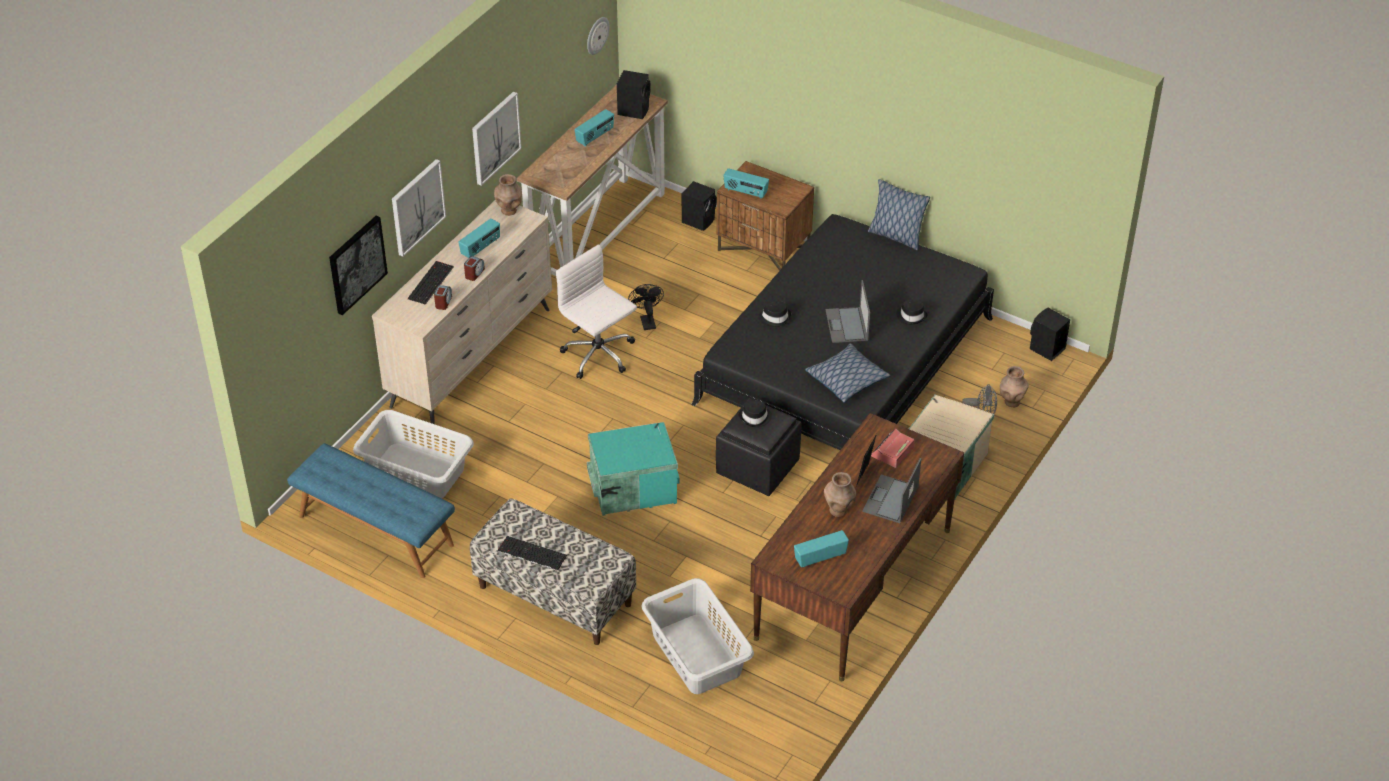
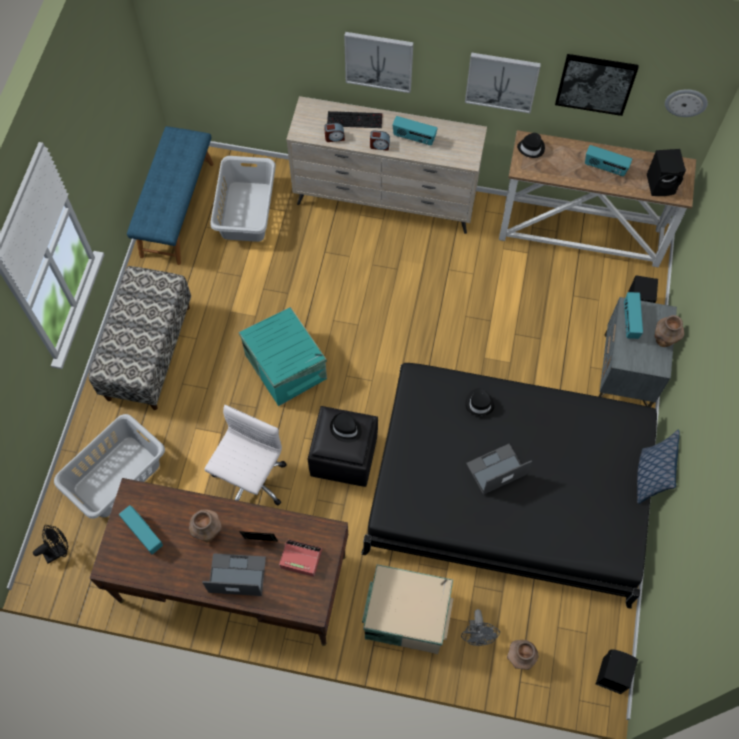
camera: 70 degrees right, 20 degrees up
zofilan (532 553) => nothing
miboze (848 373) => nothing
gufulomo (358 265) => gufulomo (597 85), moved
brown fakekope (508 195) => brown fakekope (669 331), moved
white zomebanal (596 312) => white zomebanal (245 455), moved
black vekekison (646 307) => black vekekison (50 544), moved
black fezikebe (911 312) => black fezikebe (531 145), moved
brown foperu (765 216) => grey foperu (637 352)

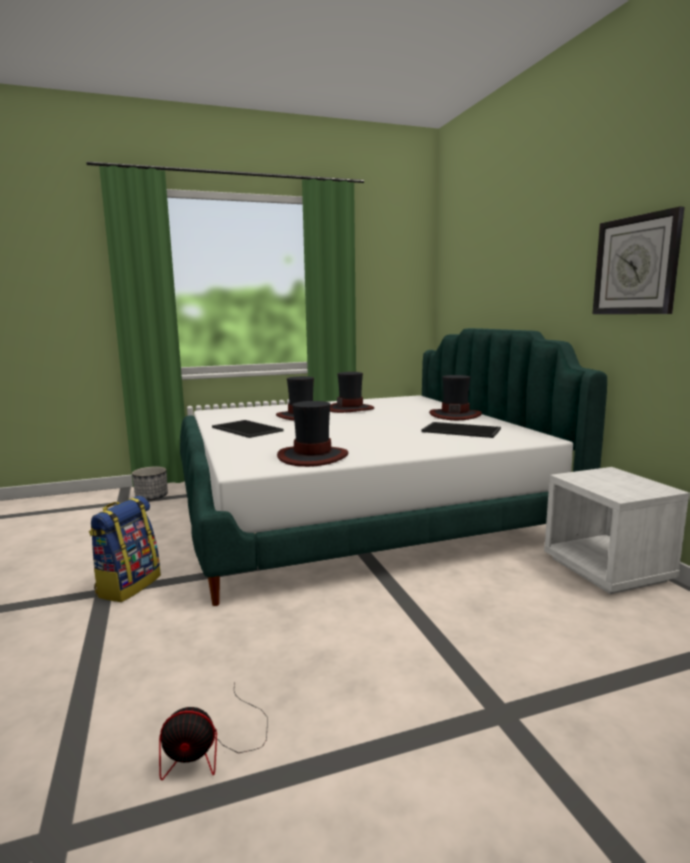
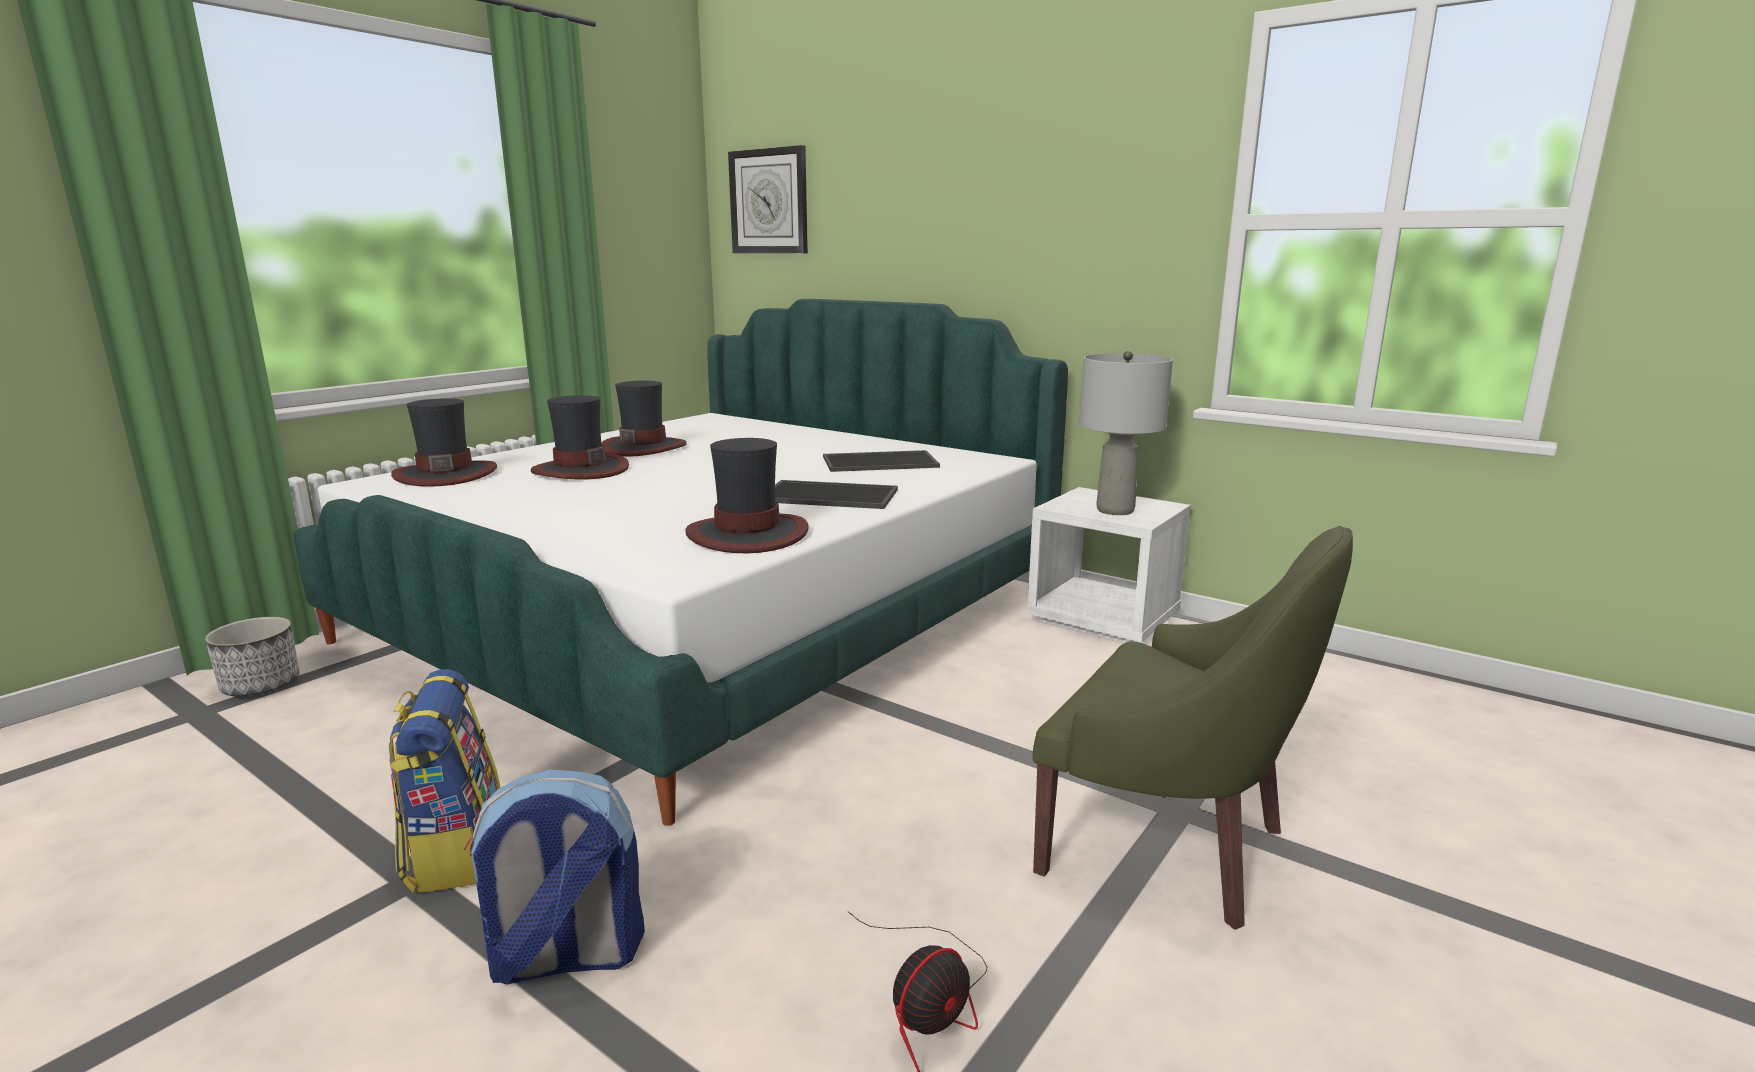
camera: 35 degrees left, 5 degrees up
nothing => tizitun (554 877)
nothing => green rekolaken (1193 728)
nothing => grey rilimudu (1126 433)
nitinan (248 429) => nitinan (836 494), moved
fezikebe (455 397) => fezikebe (444 442), moved
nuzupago (638 260) => nuzupago (768 199), moved

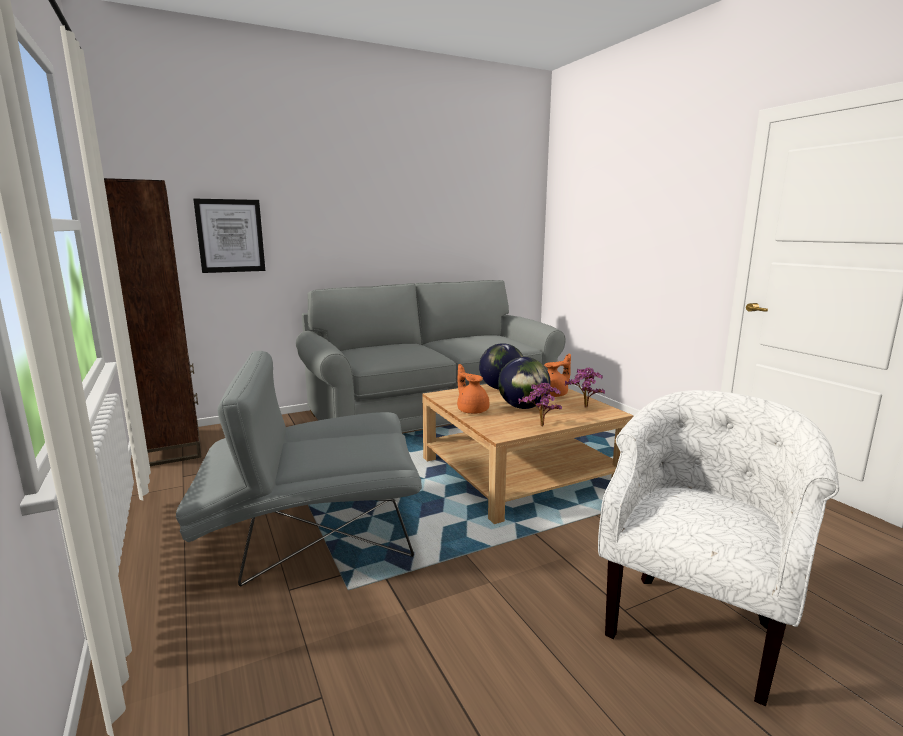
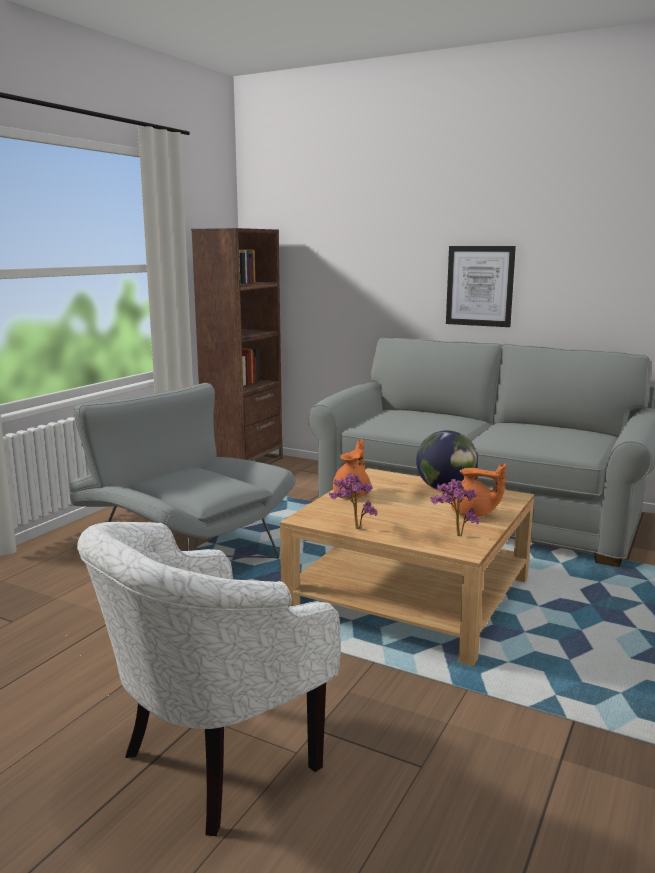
camera: 55 degrees right, 0 degrees up
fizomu (524 383) => nothing
gufulomo (229 236) => gufulomo (481 286), moved
white rekolaken (718 548) => white rekolaken (209 679), 135 degrees clockwise

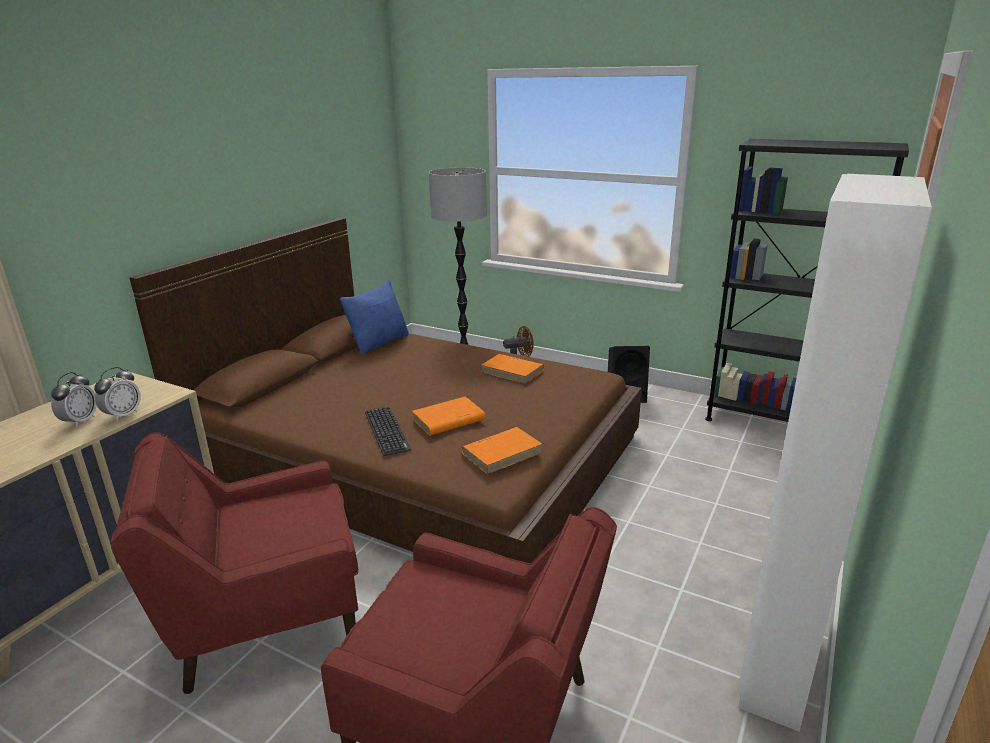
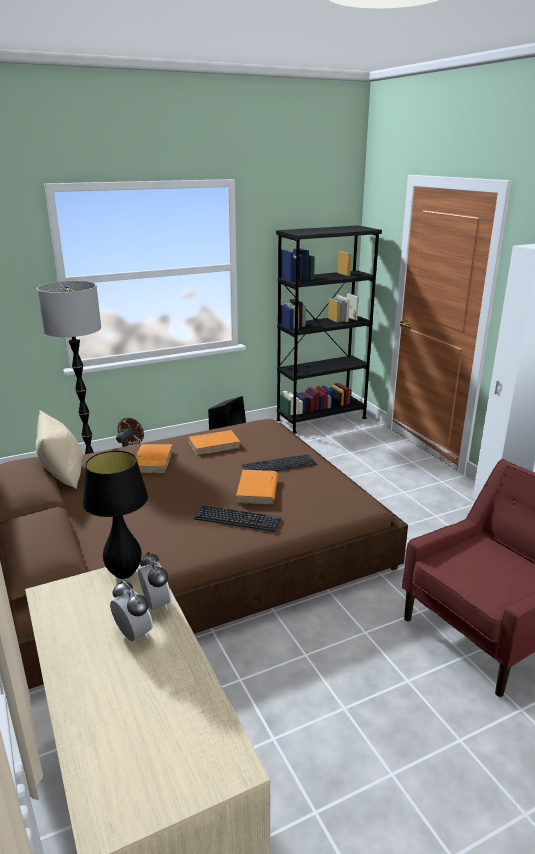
camera: 55 degrees left, 0 degrees up
red rekolaken (234 563) => nothing
nothing => black rilimudu (115 515)
nothing => zofilan (279 462)
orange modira (501 451) => orange modira (154 458), moved
blue miboze (374 317) => beige miboze (59 450)

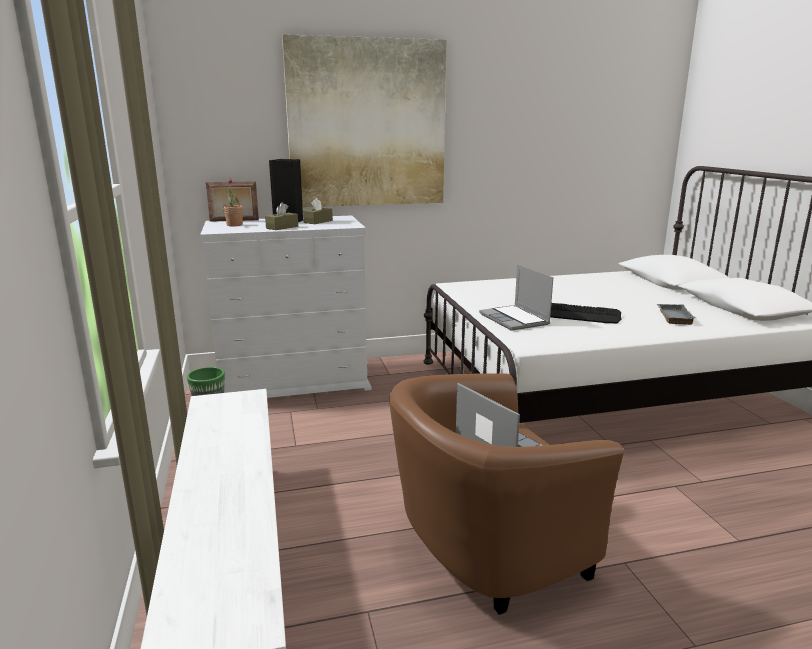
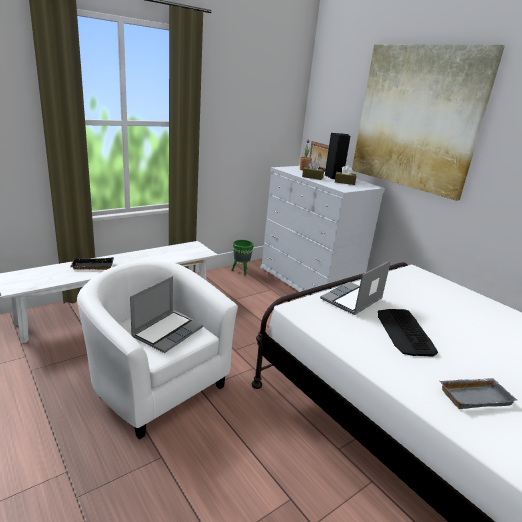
camera: 65 degrees right, 5 degrees up
nothing => black nitinan (92 263)
brown rekolaken (506 494) => white rekolaken (157 350)

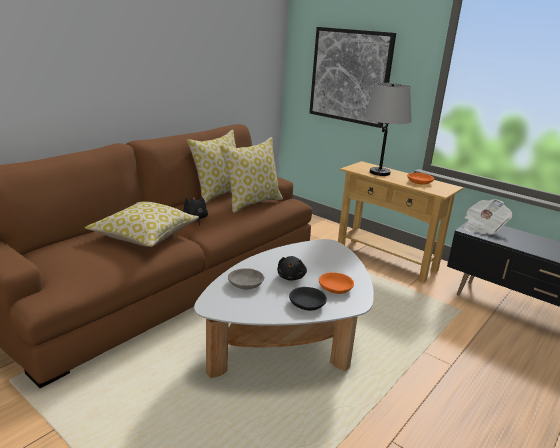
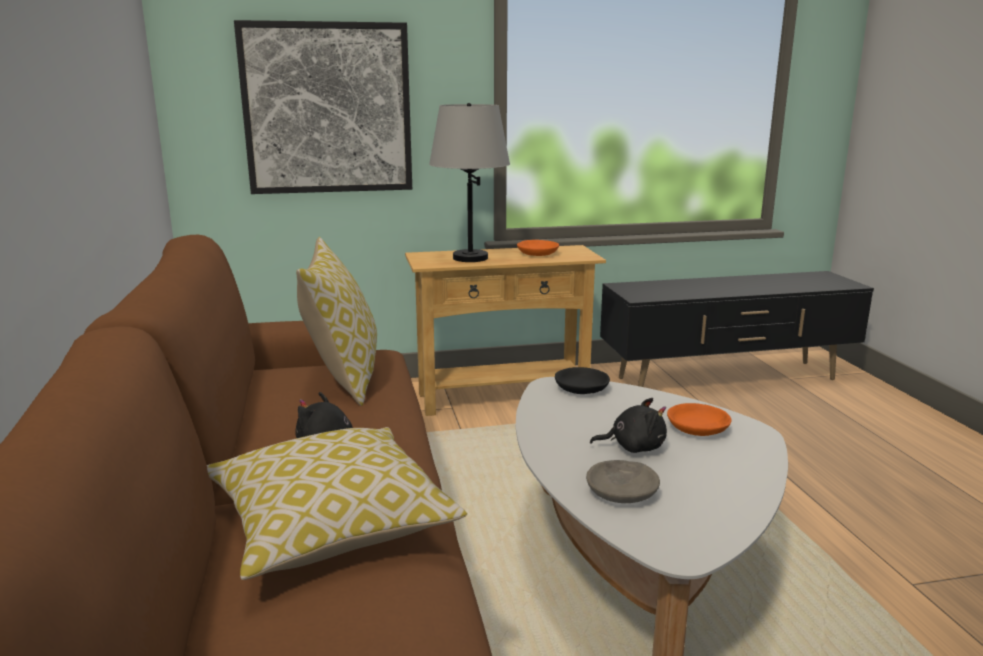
camera: 50 degrees left, 5 degrees down
miboze (211 166) => nothing
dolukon (488 217) => nothing
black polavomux (308 299) => black polavomux (582 380), moved
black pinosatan (292 268) => black pinosatan (628 425), 45 degrees counterclockwise

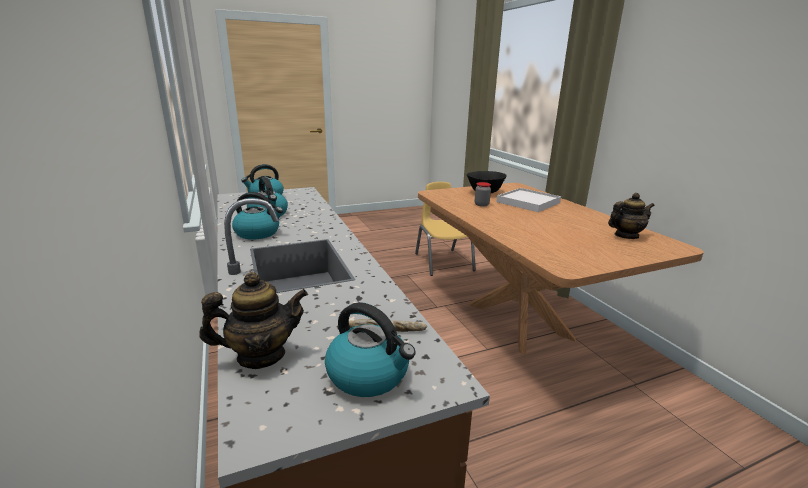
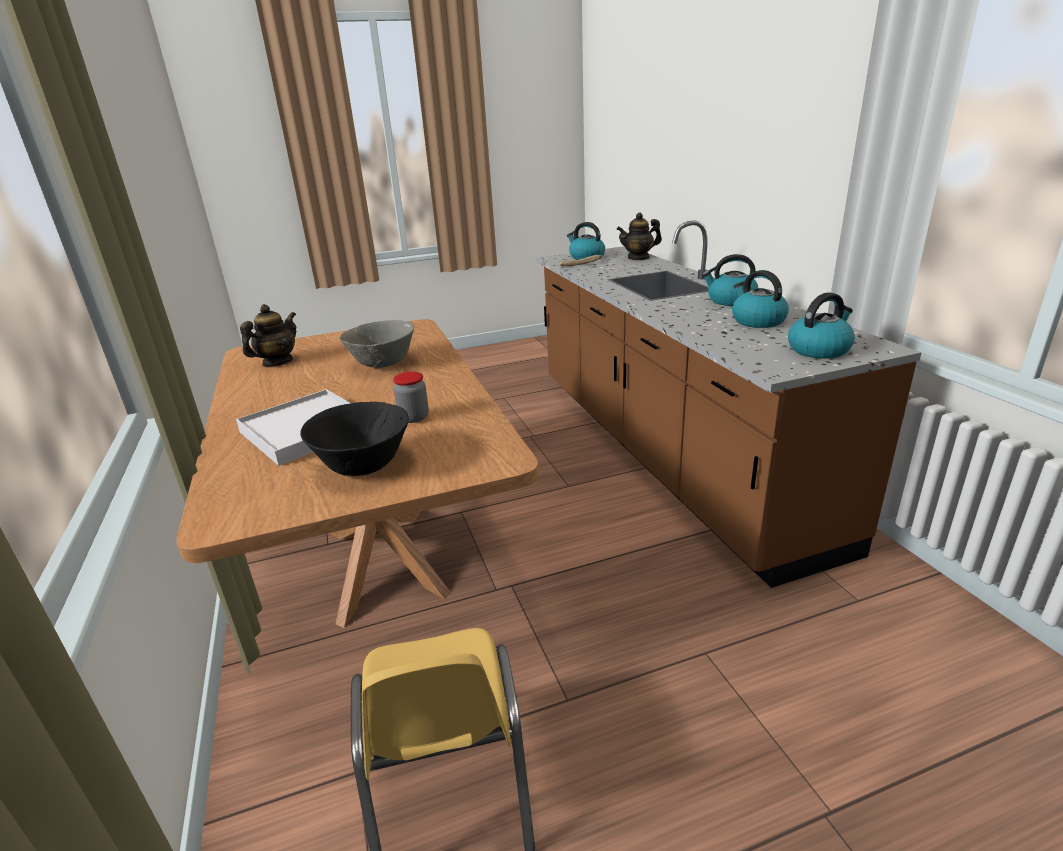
camera: 175 degrees left, 5 degrees up
nothing => grey polavomux (377 344)
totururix (631 216) => totururix (268 335), 135 degrees clockwise

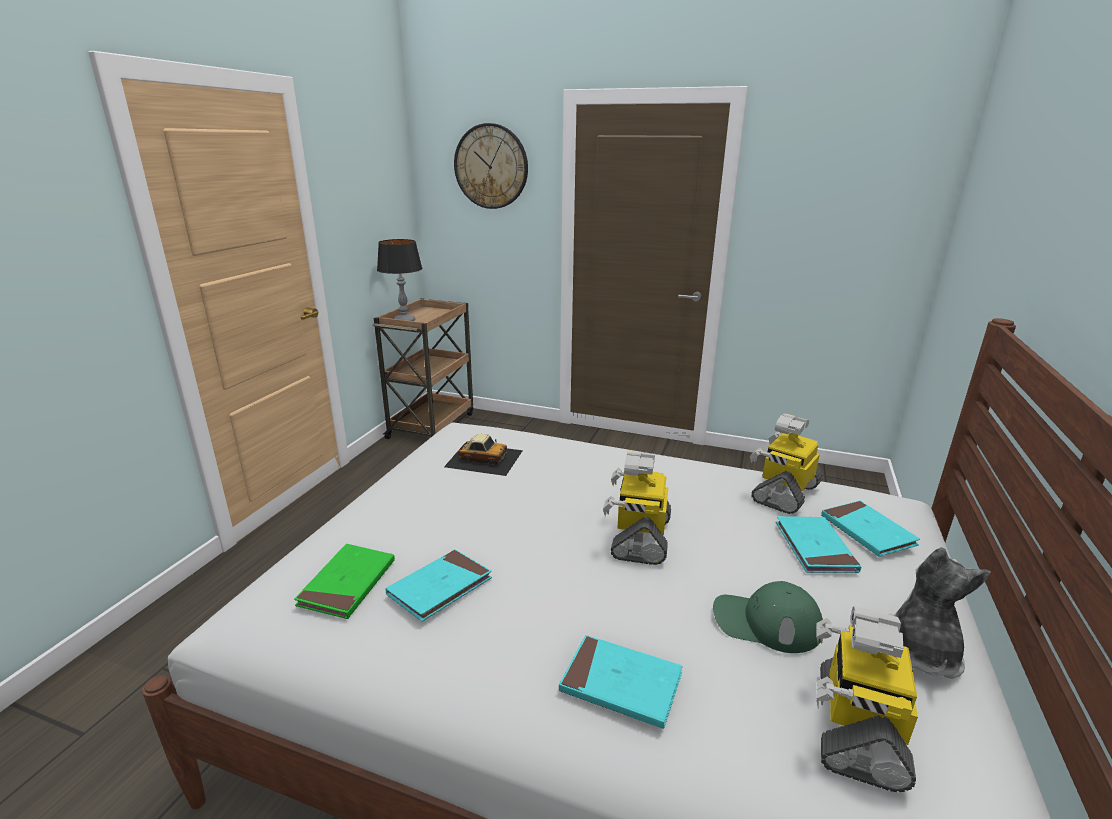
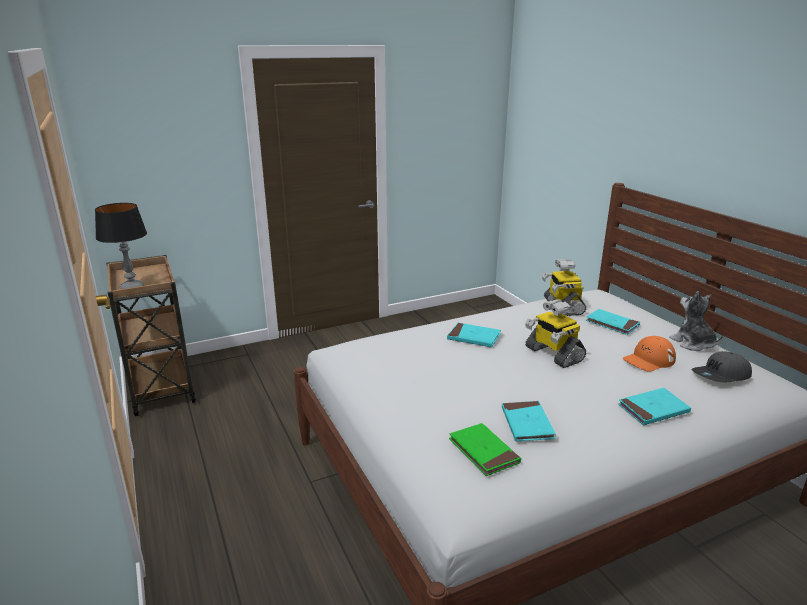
camera: 45 degrees left, 0 degrees up
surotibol (483 455) => nothing
nuzupago (491 166) => nothing
turquoise modira (870 529) => turquoise modira (474 335), moved
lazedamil (867 699) => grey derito (722 366)
green derito (768 617) => orange derito (649 354)

